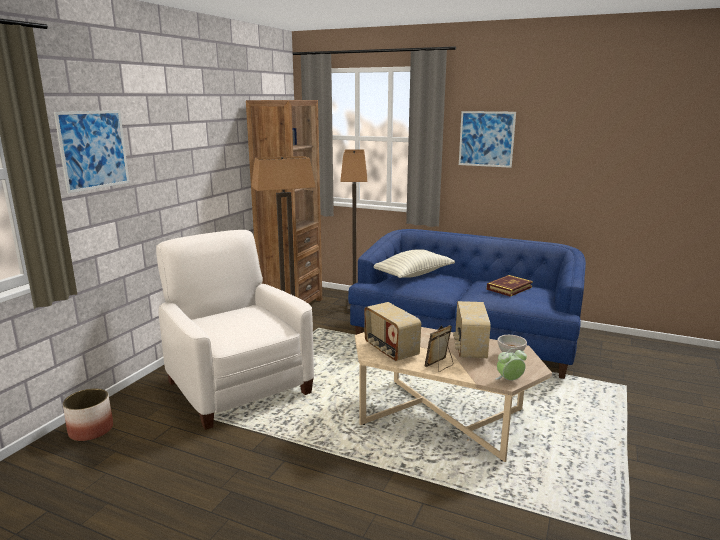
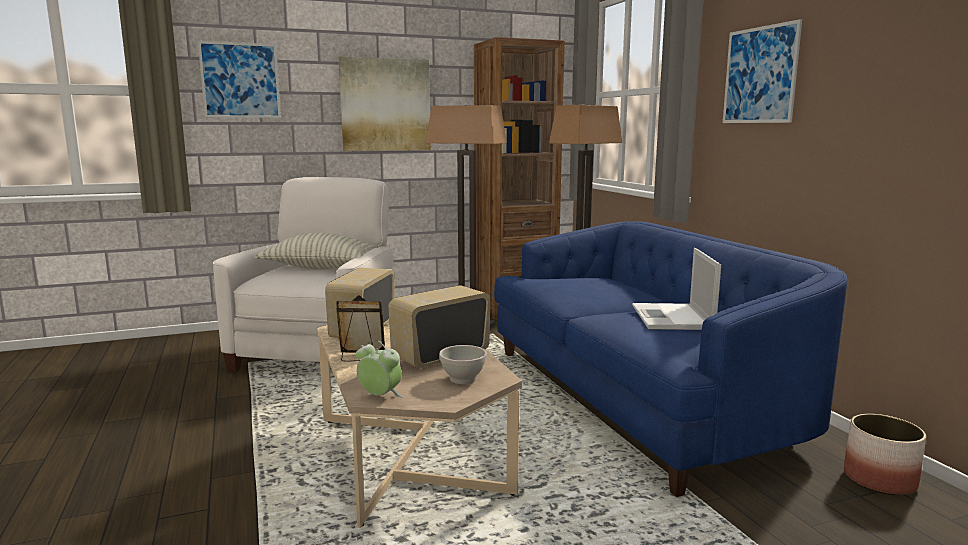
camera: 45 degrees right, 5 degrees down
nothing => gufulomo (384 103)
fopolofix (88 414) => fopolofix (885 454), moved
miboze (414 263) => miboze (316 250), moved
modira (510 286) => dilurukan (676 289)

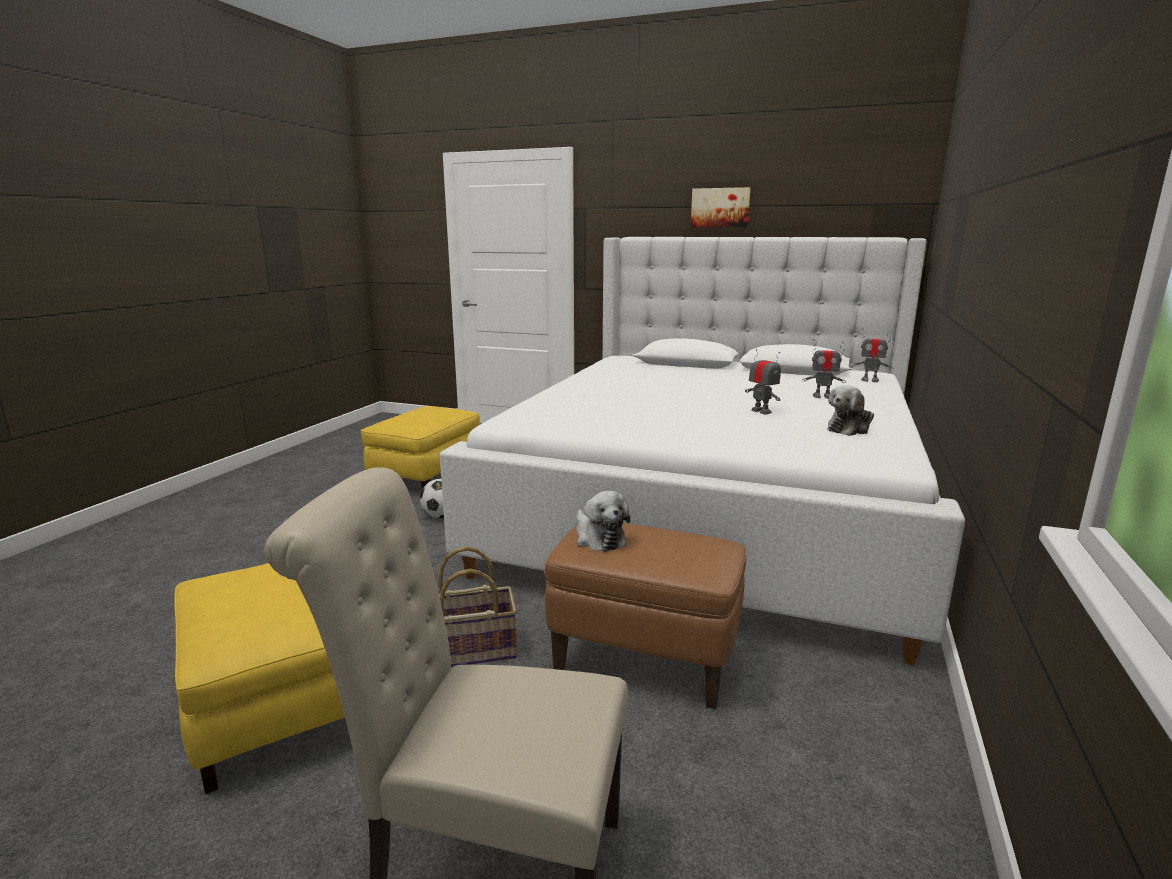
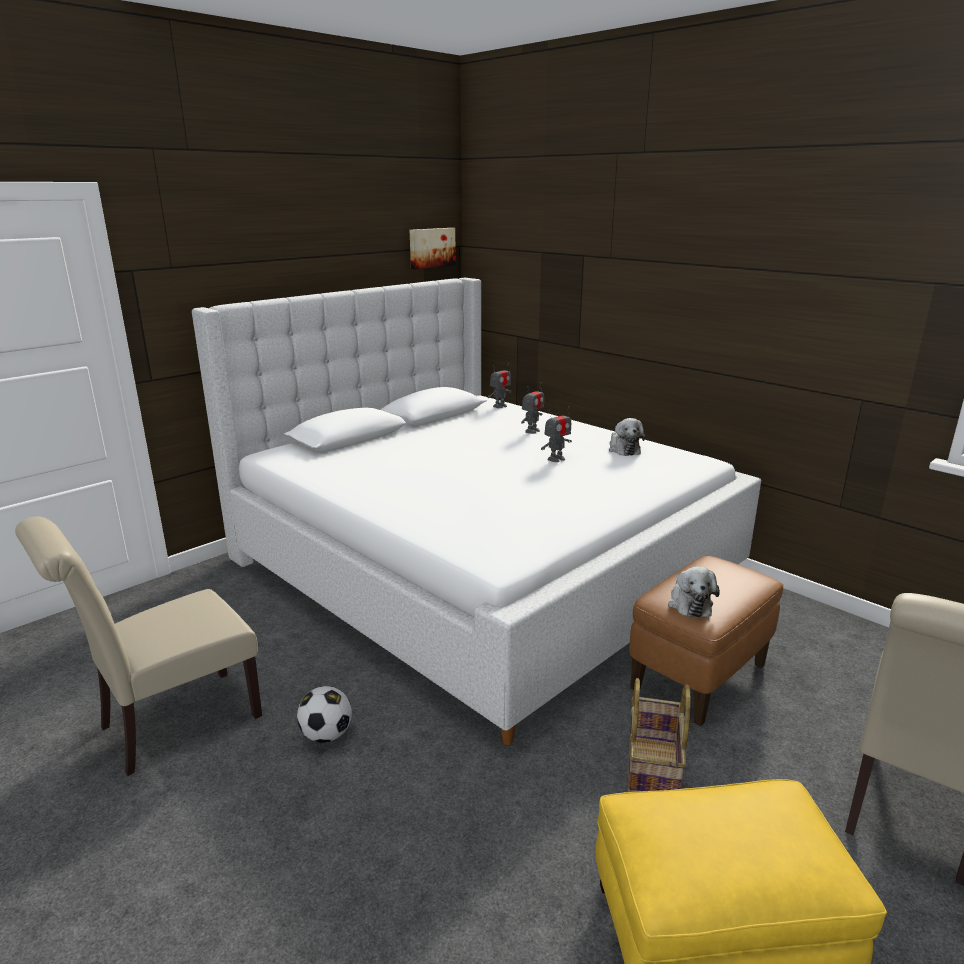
camera: 65 degrees left, 5 degrees up
gufulomo (720 207) => gufulomo (433 248), moved
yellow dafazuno (420 447) => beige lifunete (138 646)
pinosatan (603 521) => pinosatan (694 591), 90 degrees clockwise
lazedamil (763 382) => lazedamil (556 434), 150 degrees clockwise

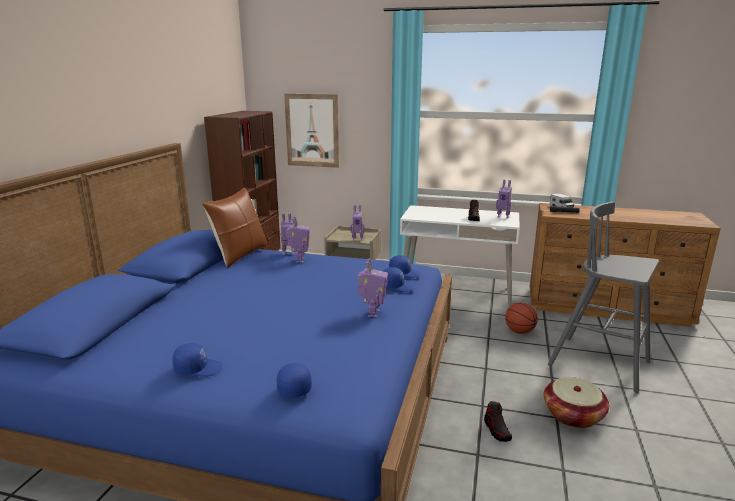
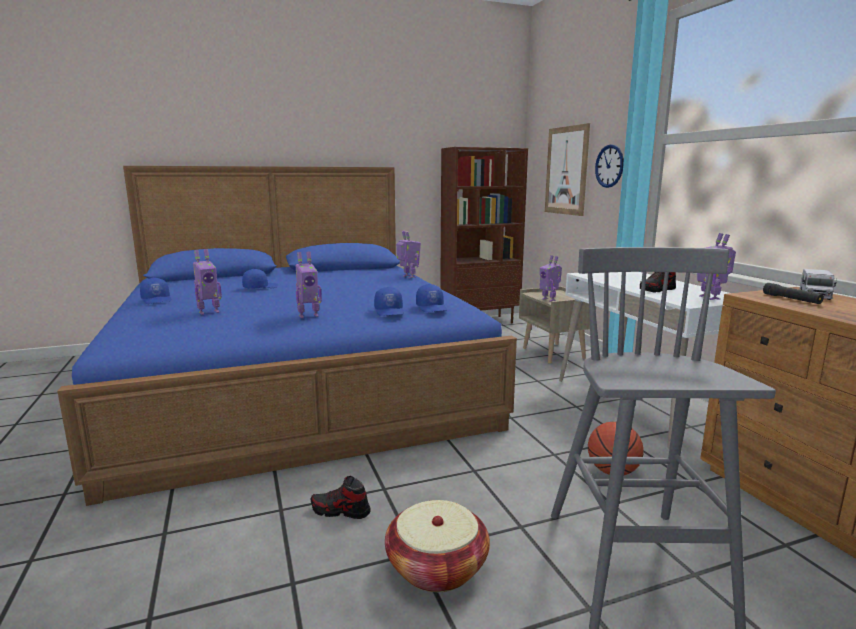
camera: 55 degrees right, 5 degrees down
brown miboze (234 227) => nothing
nothing => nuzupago (609 166)
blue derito (294 380) => blue derito (260 278), moved
lazedamil (298 239) => lazedamil (207 282), moved
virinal (498 421) => virinal (340 497), 60 degrees clockwise

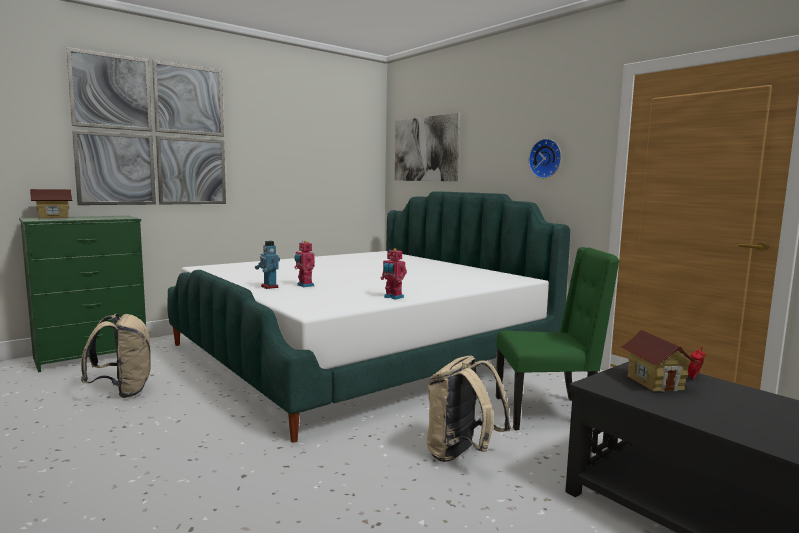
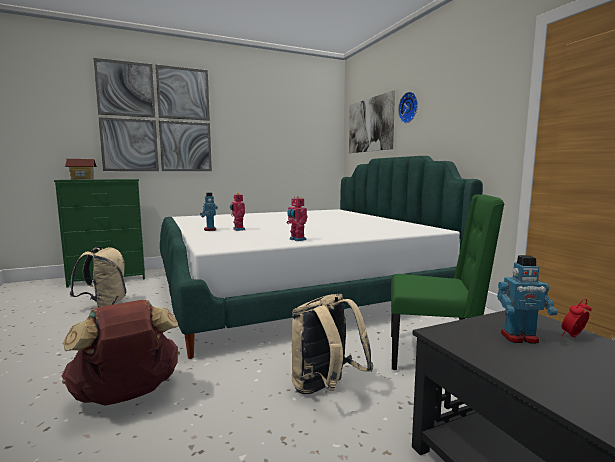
camera: 15 degrees right, 0 degrees up
nothing => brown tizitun (121 353)
nuzupago (545 158) => nuzupago (408 107), moved
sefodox (661 361) => lazedamil (527 299)

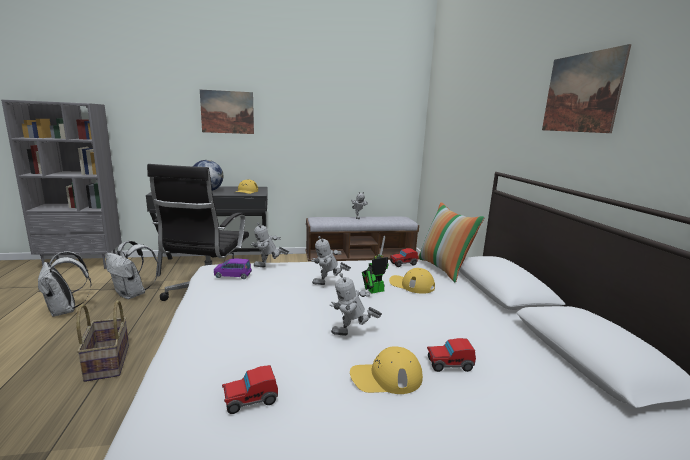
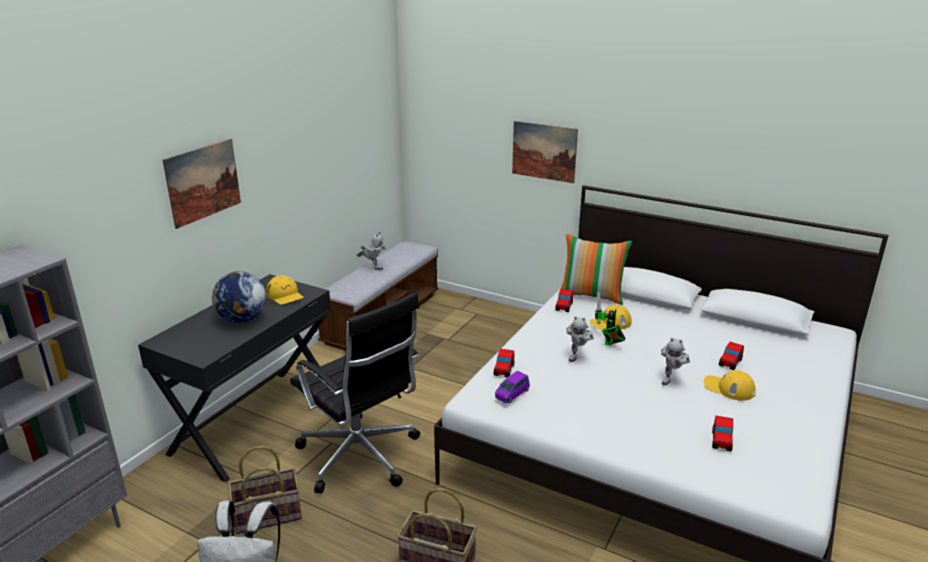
camera: 50 degrees left, 10 degrees up
gufulomo (586 88) => gufulomo (545 152), moved
white tizitun (132 270) => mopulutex (265 490)
lazedamil (270 245) => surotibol (504 363)
yellow derito (386 370) => yellow derito (730 385), 90 degrees clockwise

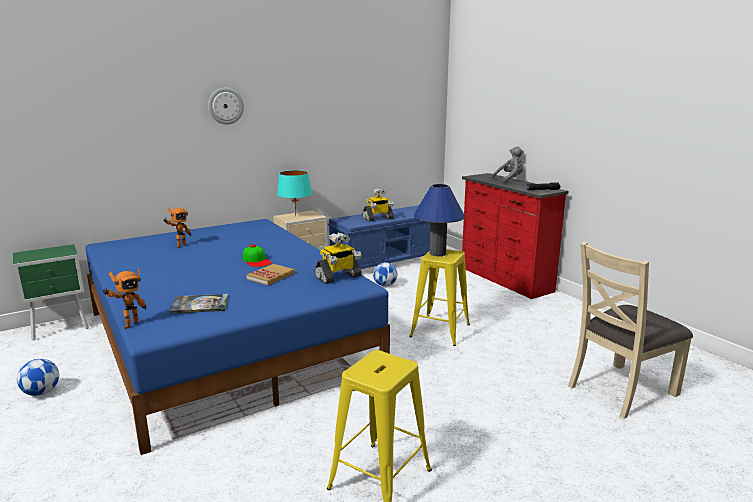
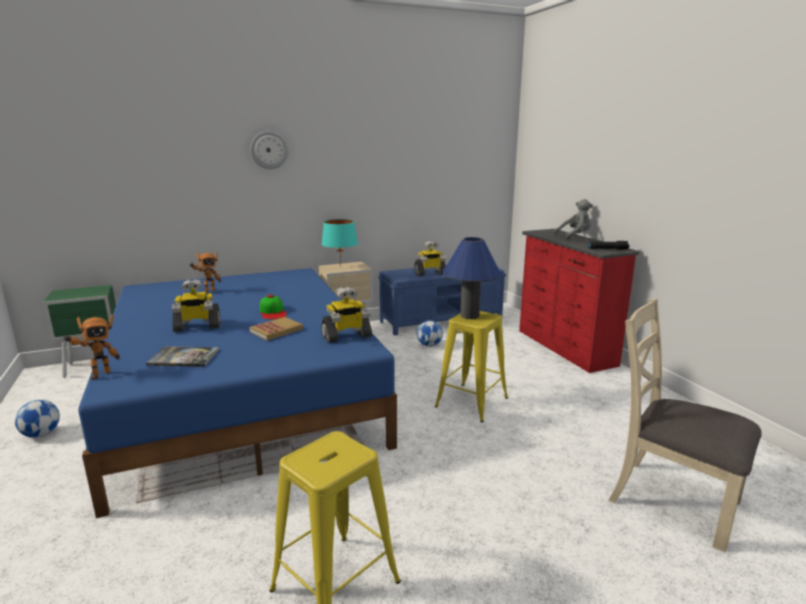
camera: 10 degrees right, 0 degrees up
nothing => lazedamil (196 305)
beige lifunete (630 330) => beige lifunete (685 425), 60 degrees clockwise

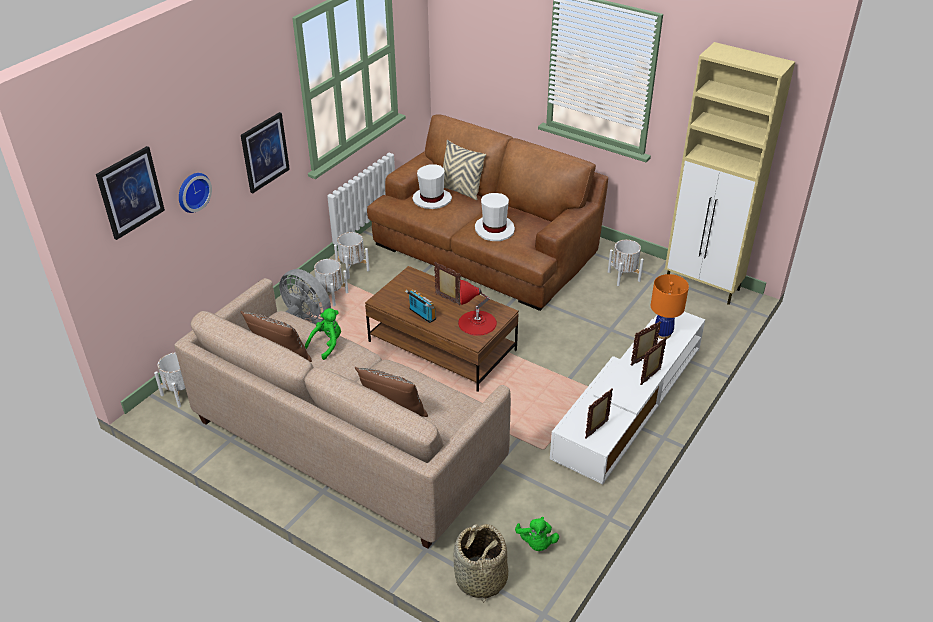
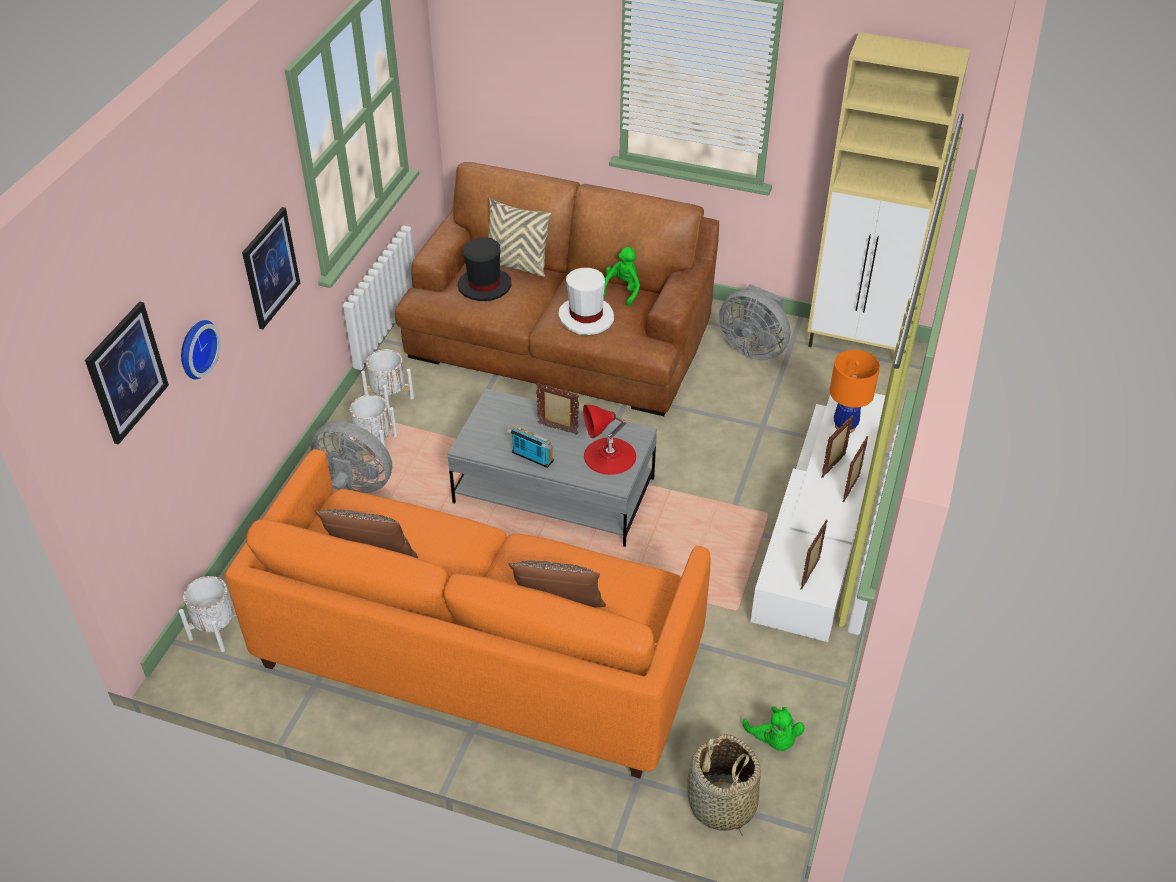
camera: 15 degrees left, 5 degrees up
green pinosatan (323 334) => green pinosatan (621 276), moved
white fopolofix (626 263) => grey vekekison (754 322)
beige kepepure (342 413) => orange kepepure (468 613)
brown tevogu (442 329) => grey tevogu (552 468)
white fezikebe (432 186) => black fezikebe (484 269)

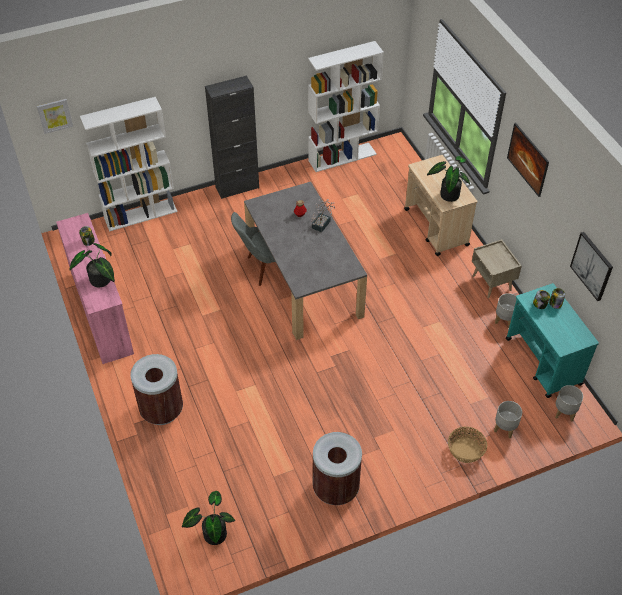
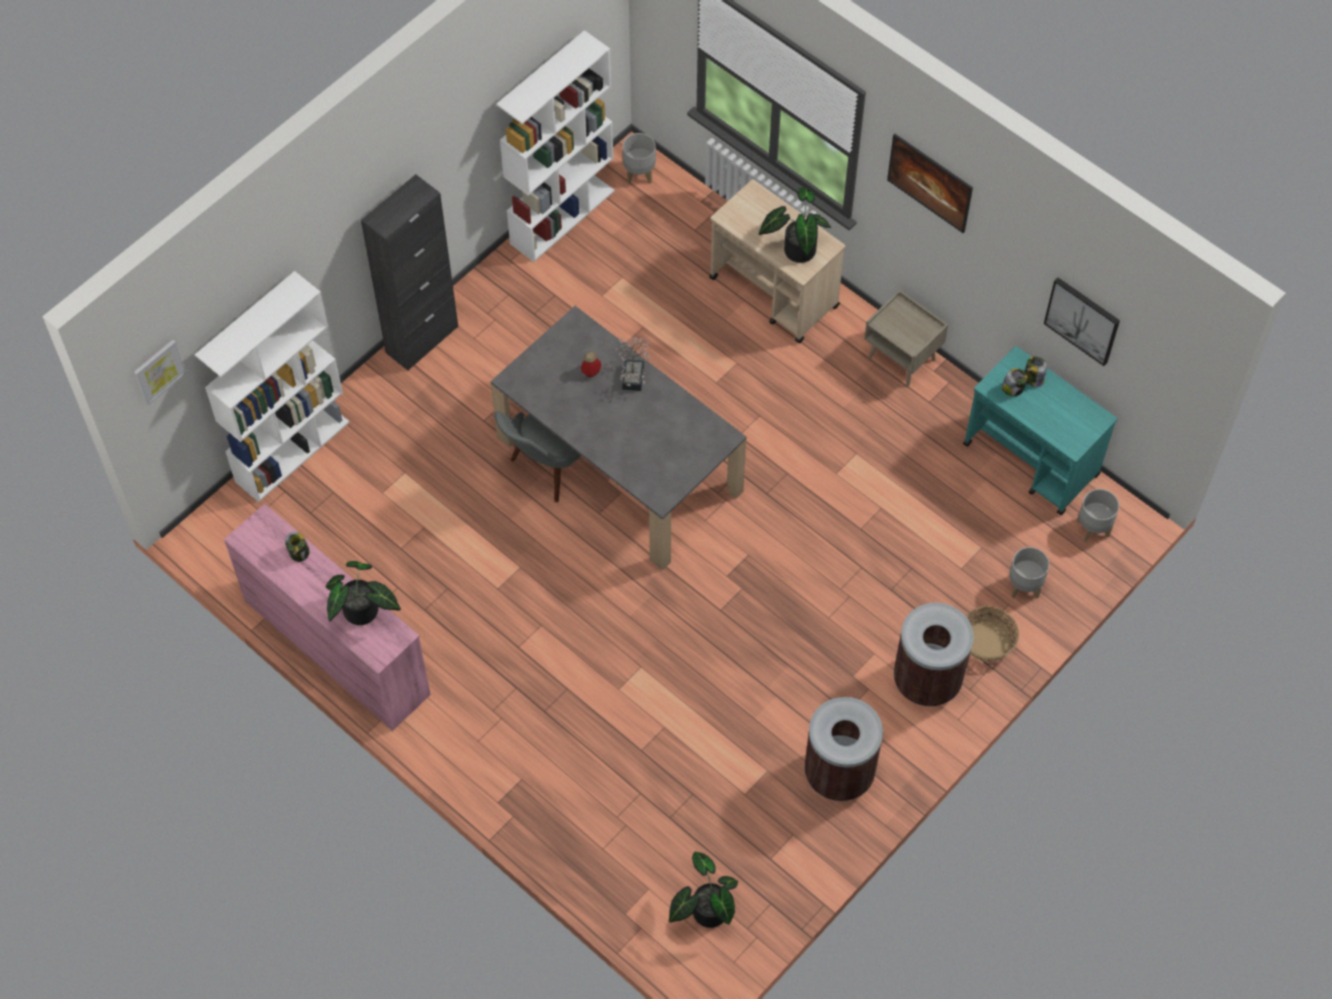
camera: 25 degrees left, 10 degrees up
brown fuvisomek (156 389) => brown fuvisomek (934 655), moved
grey fopolofix (506 310) => grey fopolofix (639 158), moved

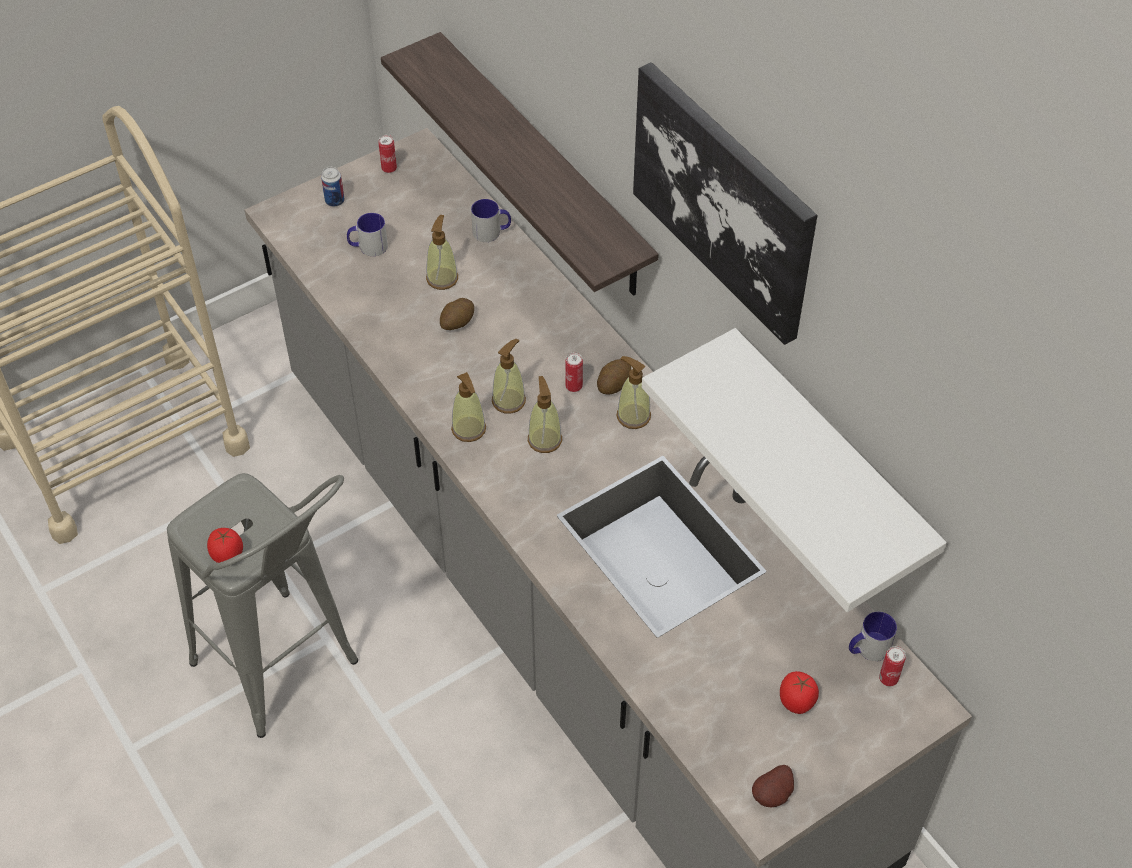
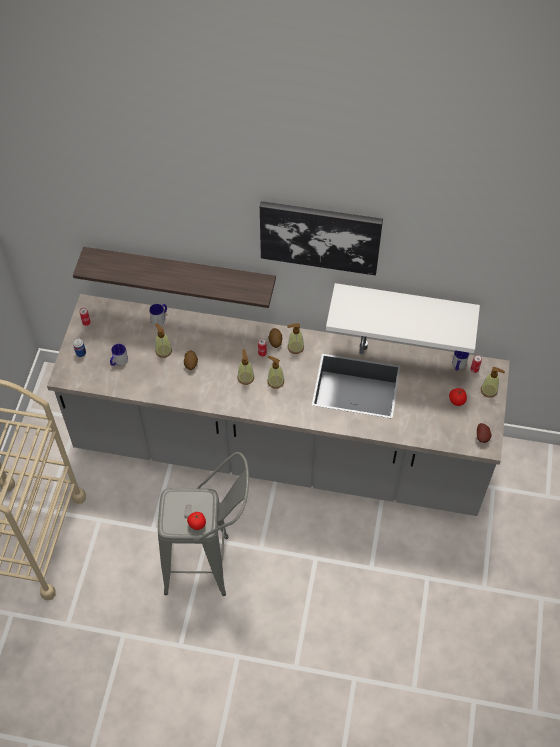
camera: 45 degrees left, 5 degrees up
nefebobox (468 407) => nefebobox (493 382), moved

